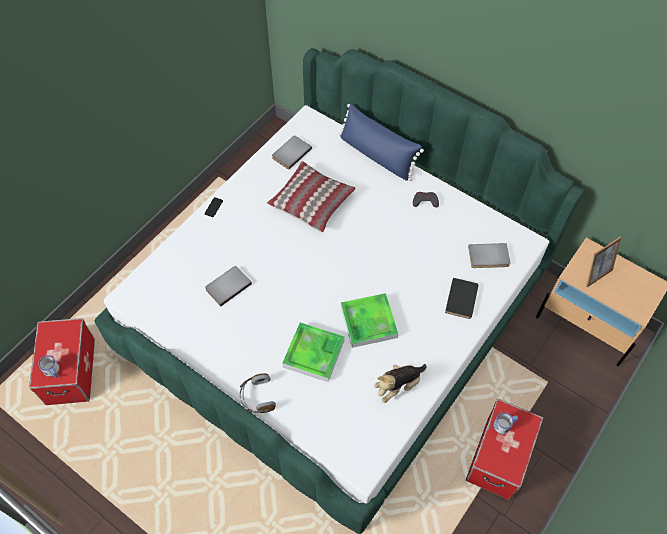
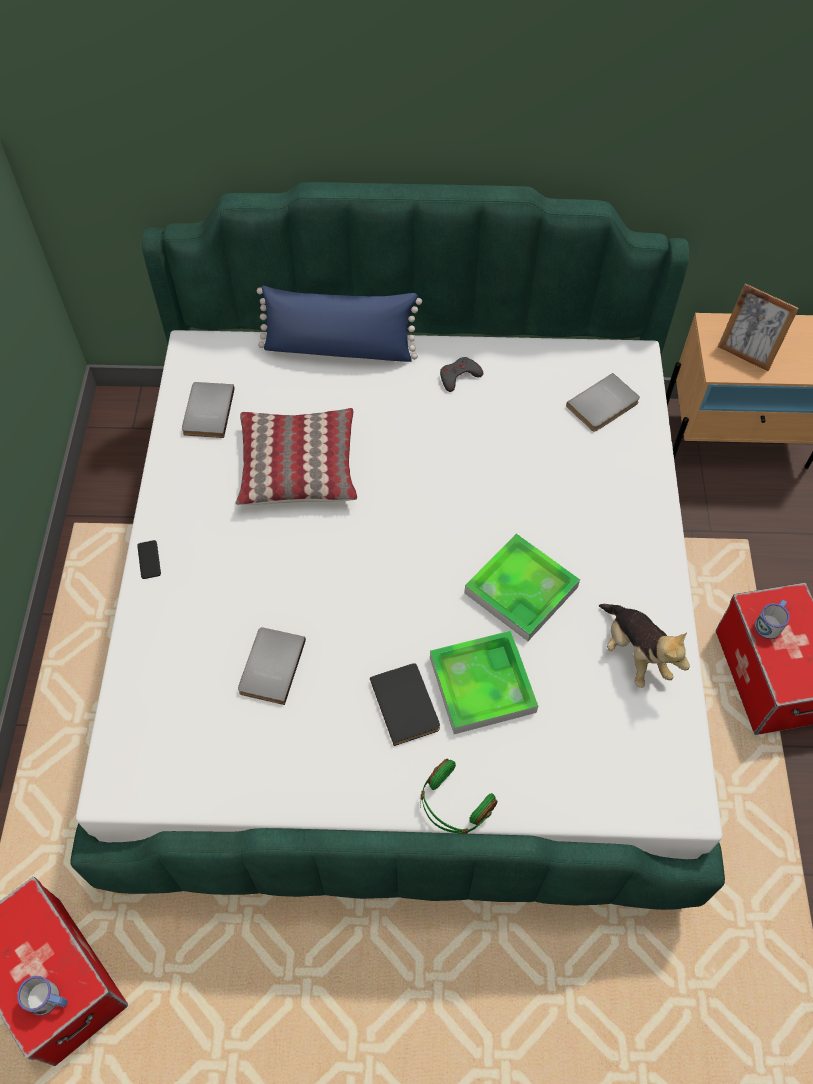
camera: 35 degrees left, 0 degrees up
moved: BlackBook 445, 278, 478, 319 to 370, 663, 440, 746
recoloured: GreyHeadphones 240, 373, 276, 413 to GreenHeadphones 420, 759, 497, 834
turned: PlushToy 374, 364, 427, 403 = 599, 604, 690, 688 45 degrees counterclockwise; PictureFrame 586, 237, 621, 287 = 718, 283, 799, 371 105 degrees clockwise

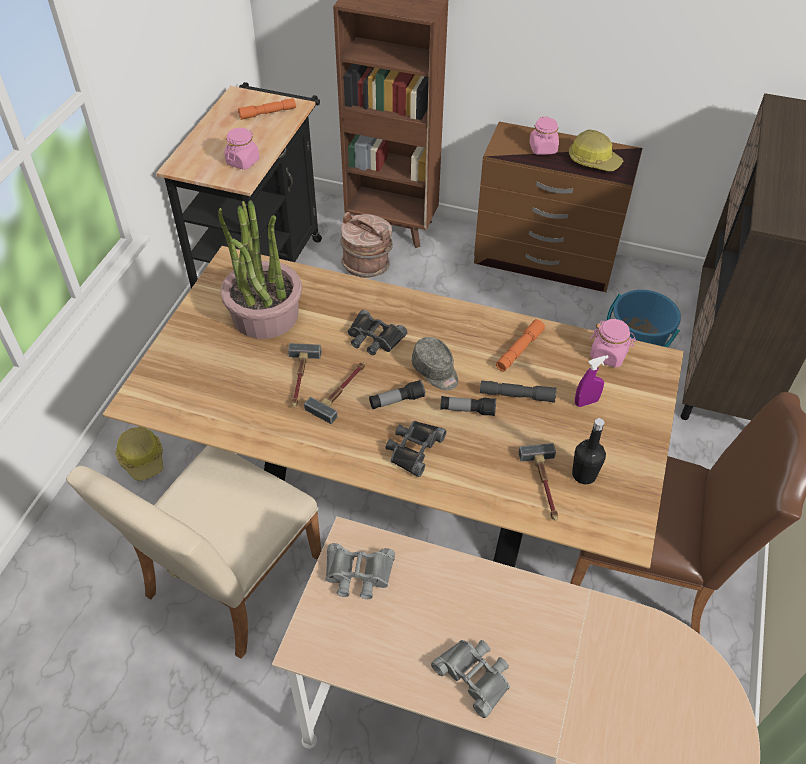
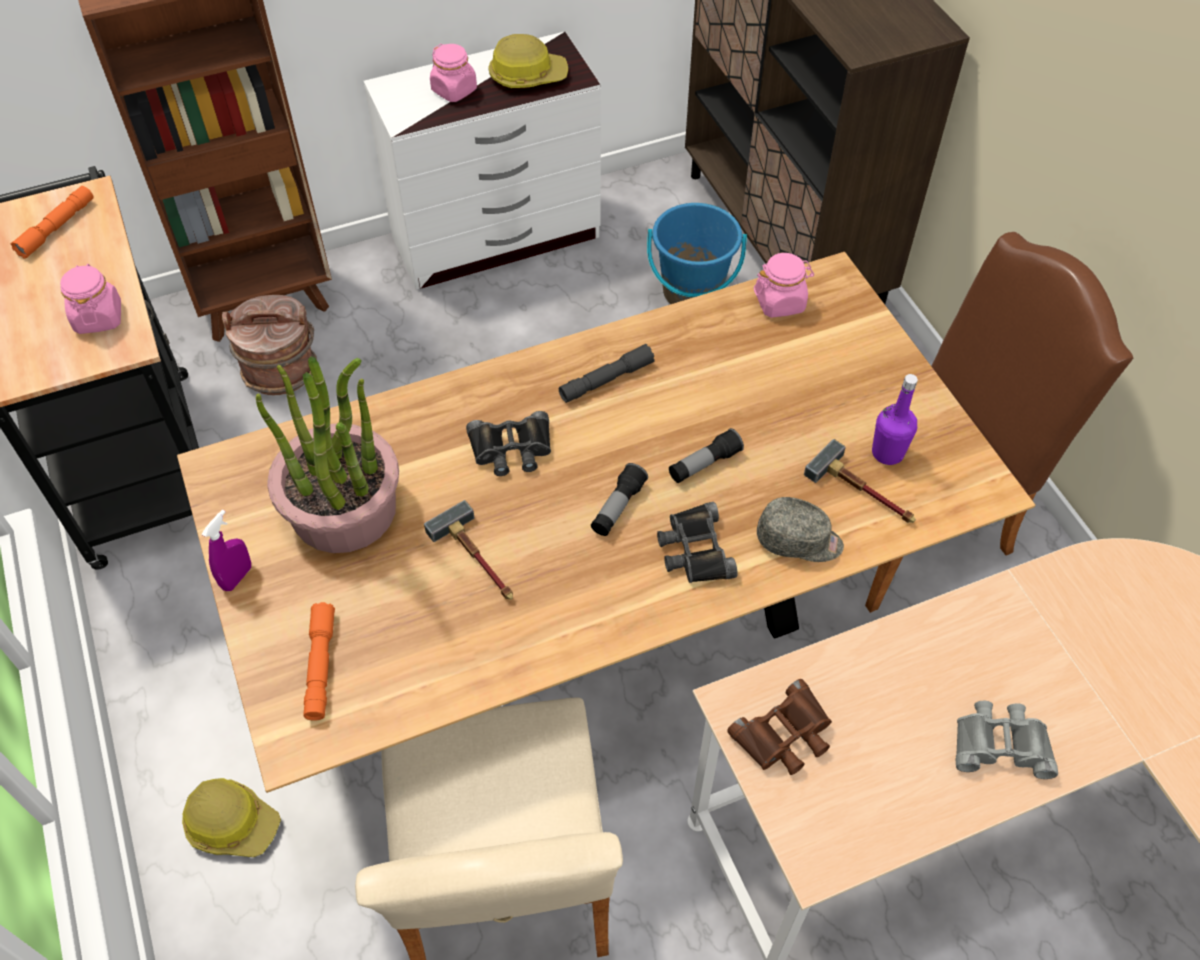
camera: 40 degrees left, 5 degrees up
removed: Hammer 304, 362, 365, 424
moved: GreyCap 412, 337, 458, 390 to 757, 497, 844, 562; GreyFlashlight 480, 381, 557, 403 to 559, 344, 655, 403; OrangeFlashlight 496, 319, 545, 371 to 303, 602, 335, 721; PurpleSprayBottle 575, 355, 609, 407 to 202, 510, 251, 591
recoloured: GreyBinoculars 325, 543, 395, 599 to BrownBinoculars 727, 679, 832, 775; BrownDresser 474, 122, 643, 292 to WhiteDresser 364, 31, 601, 290; BlackBottle 572, 418, 606, 484 to PurpleBottle 872, 374, 918, 465

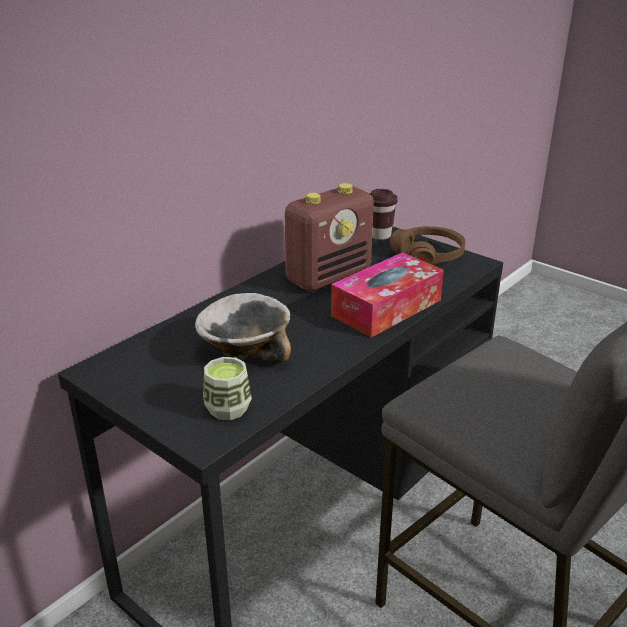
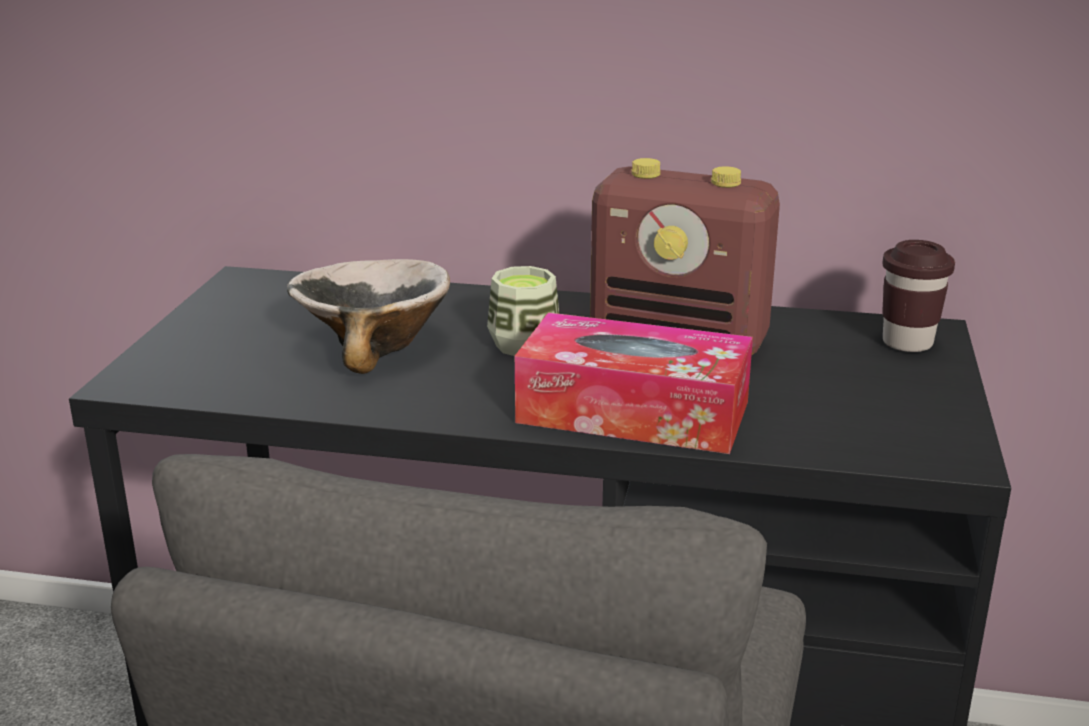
camera: 60 degrees right, 5 degrees down
removed: BrownHeadphones 390, 226, 466, 265
moved: Cup 203, 357, 252, 420 to 487, 266, 560, 356

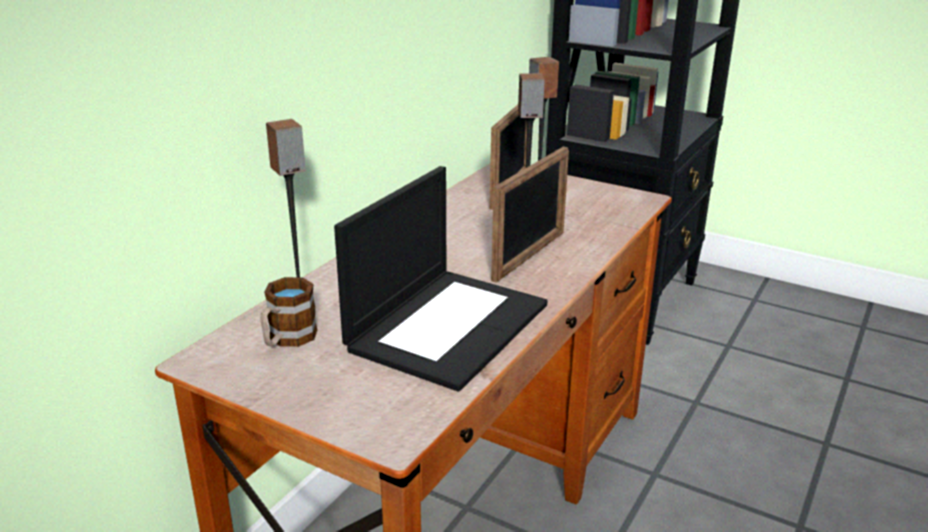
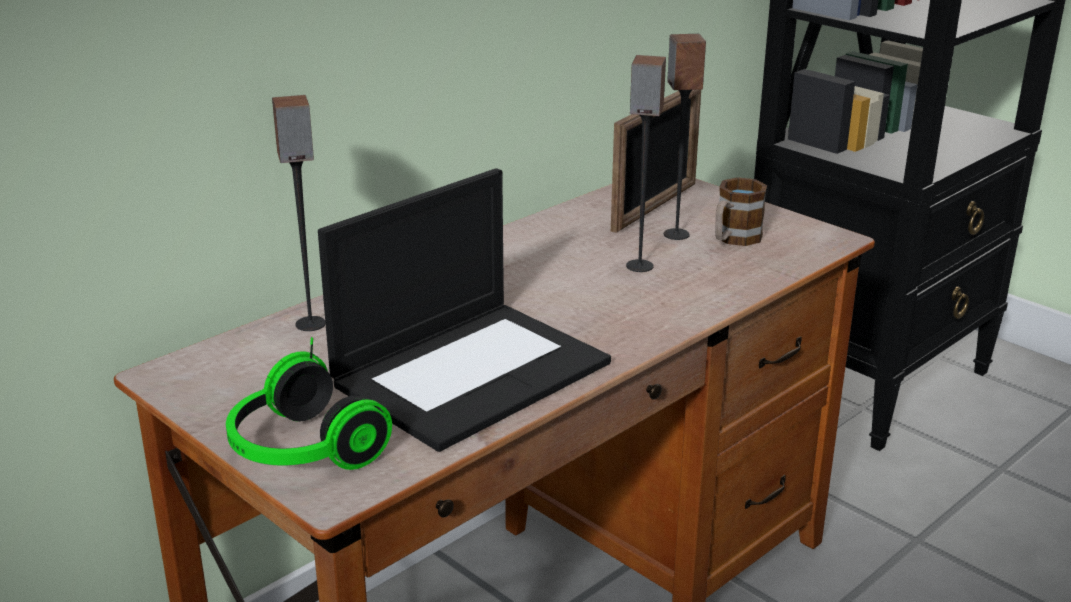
camera: 15 degrees right, 0 degrees up
removed: PictureFrame 491, 147, 569, 283
added: Headphones 226, 337, 392, 470
moved: Mug 260, 277, 317, 347 to 715, 177, 767, 246

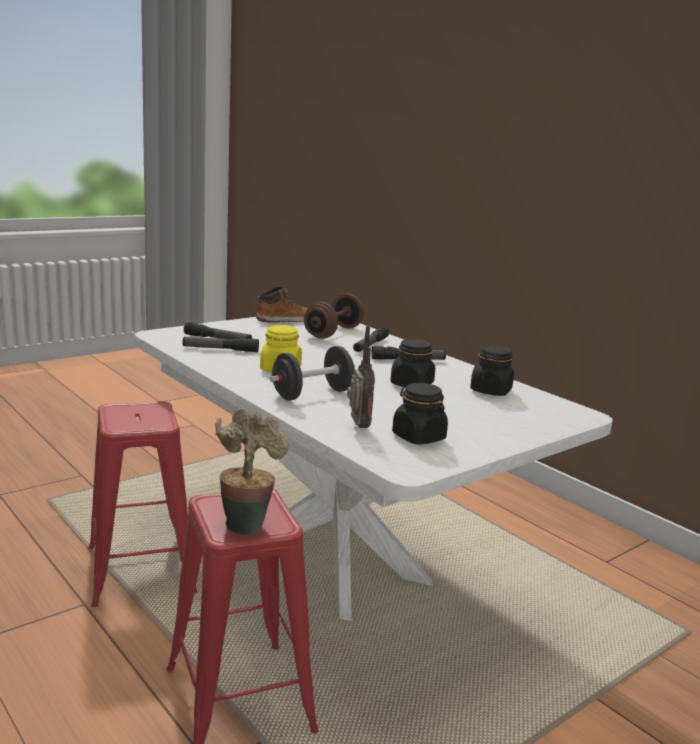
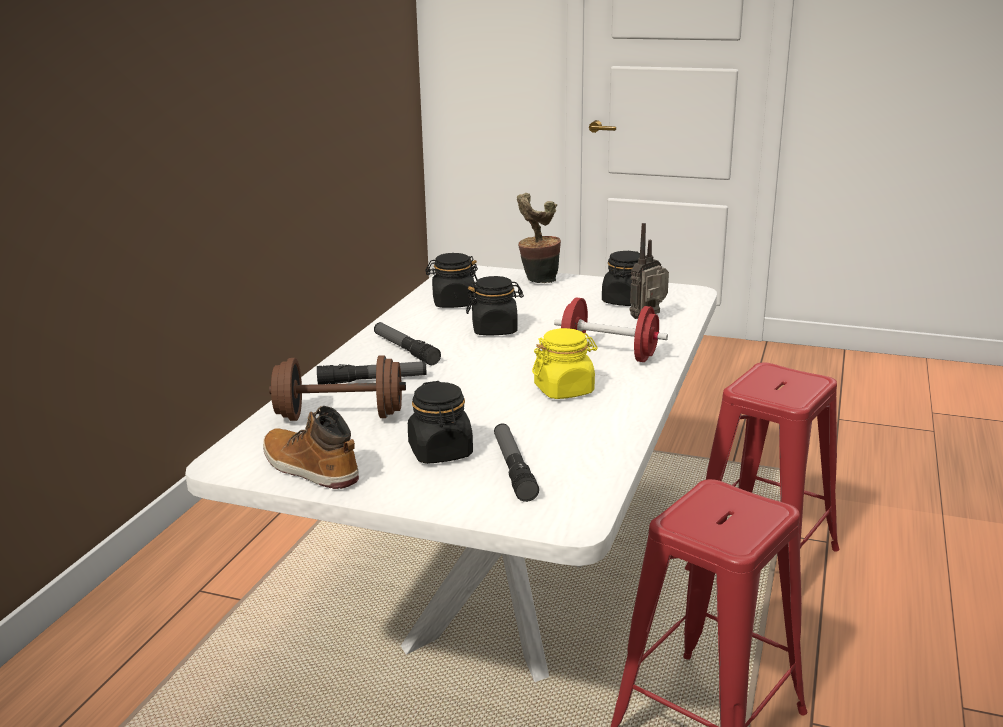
camera: 120 degrees left, 5 degrees up
removed: Flashlight 183, 337, 259, 352
added: BlackJar 408, 381, 473, 464
moved: PottedPlant 215, 409, 289, 535 to 517, 193, 561, 283
recoloured: BlackDumbbell 270, 346, 355, 401 to RedDumbbell 554, 298, 668, 362

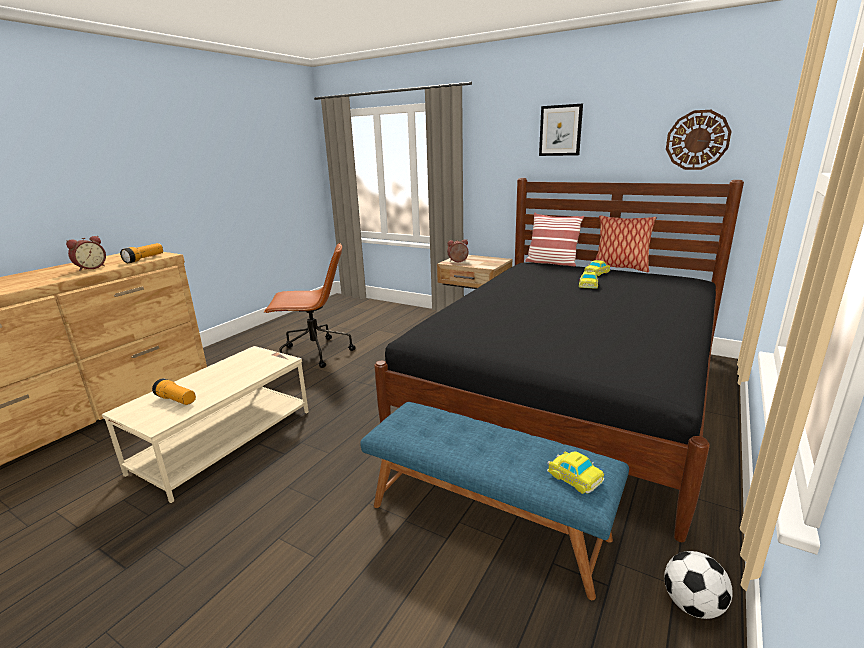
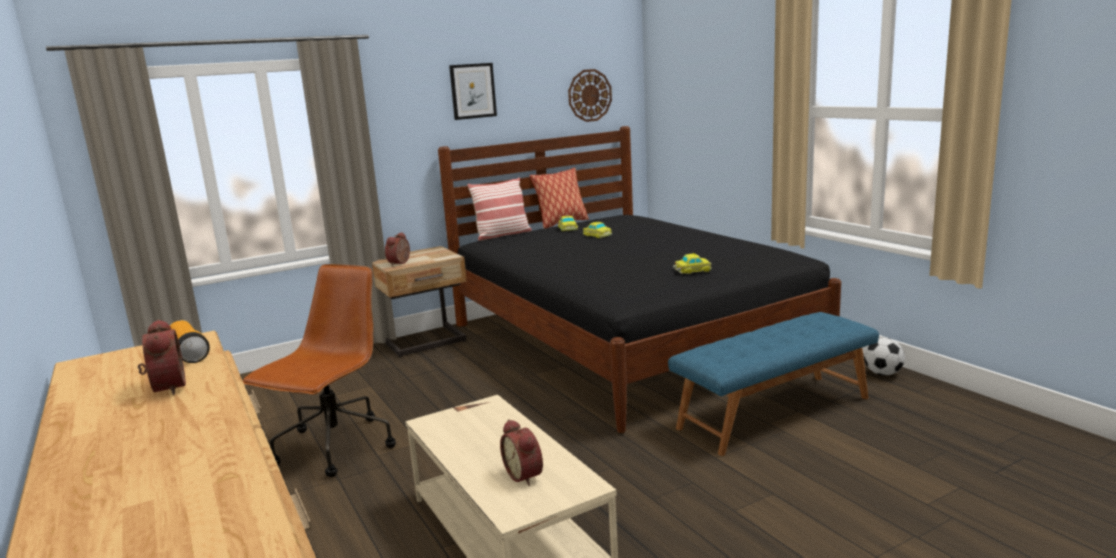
camera: 60 degrees left, 5 degrees down
moved: ToyCar 547, 451, 604, 494 to 673, 253, 712, 274
replaced: Flashlight 152, 379, 196, 405 to AlarmClock 500, 419, 543, 486

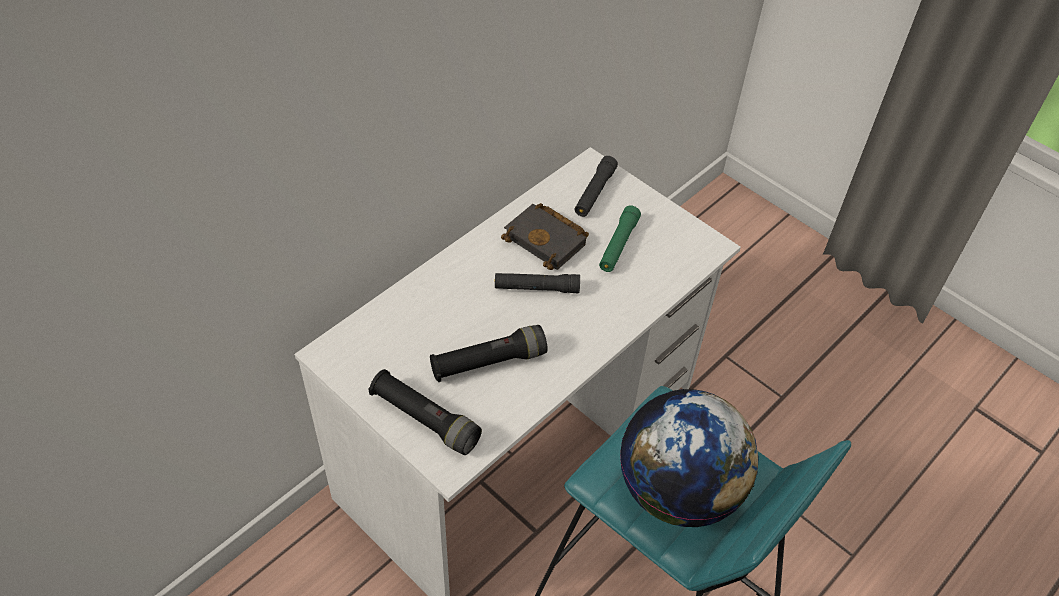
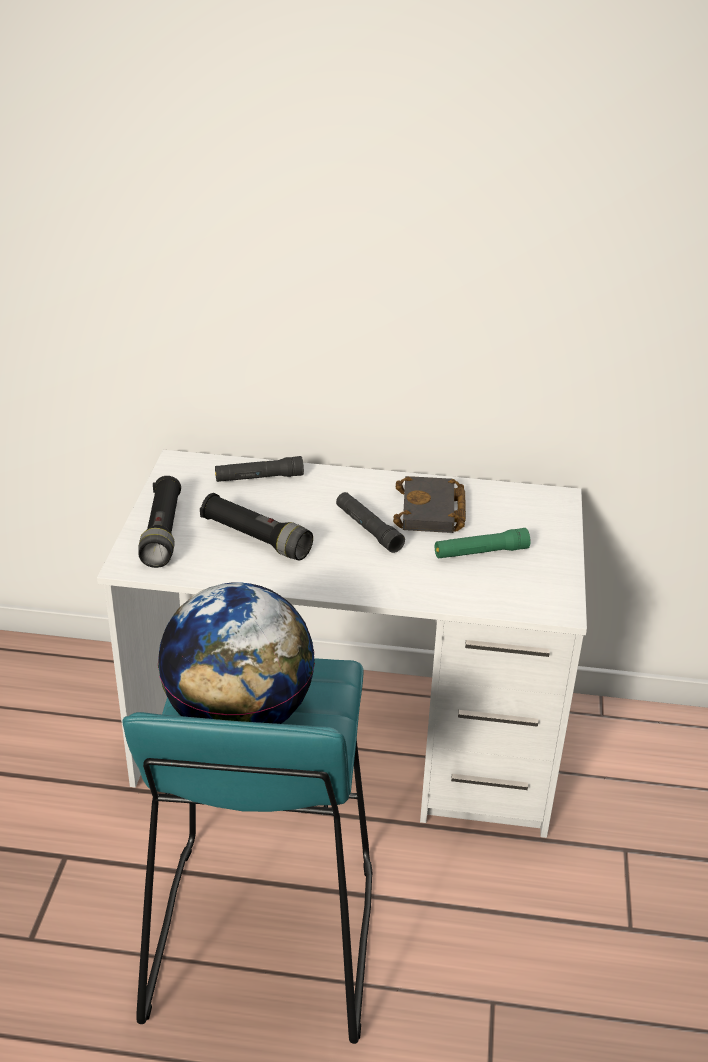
camera: 55 degrees right, 15 degrees down
moved: BlackFlashlight 575, 156, 618, 217 to 215, 456, 304, 482

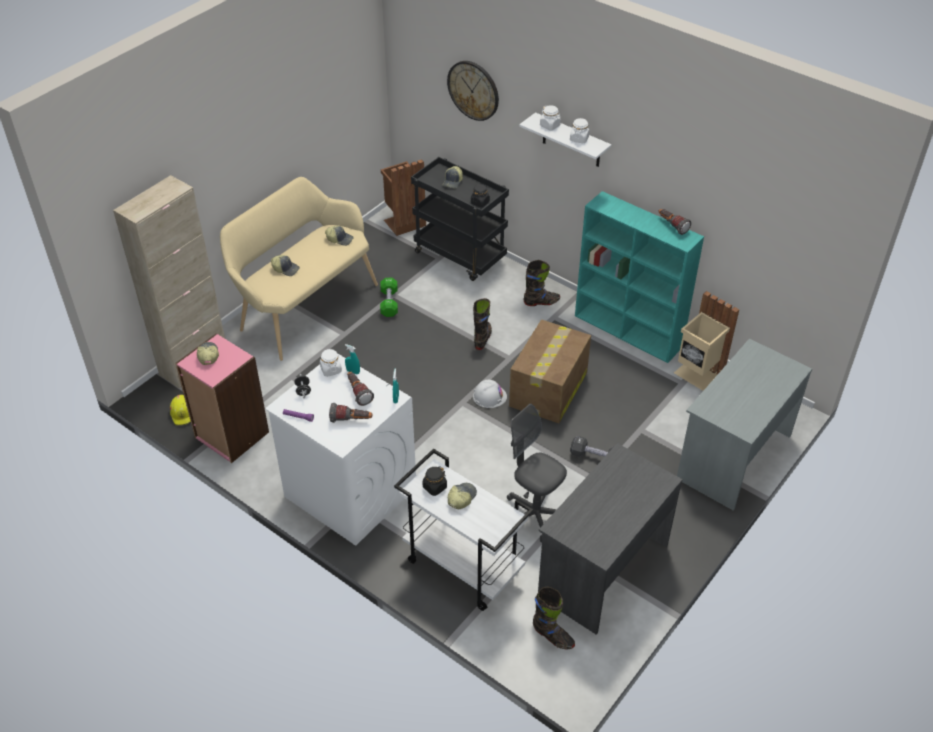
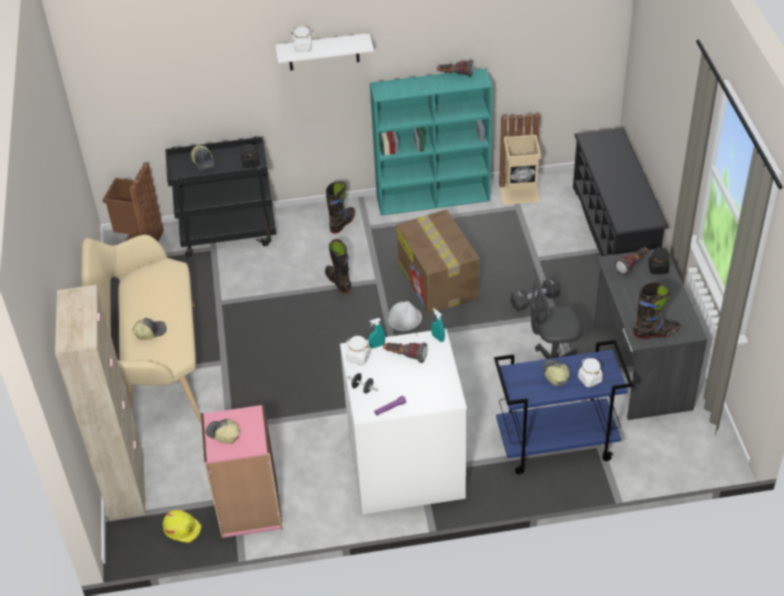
camera: 45 degrees left, 0 degrees up
removed: Cap 325, 226, 354, 246; GreenDumbbell 380, 278, 398, 317; WallClock 447, 61, 499, 121
moved: Flashlight 329, 403, 372, 423 to 614, 247, 648, 275; BlackJar 423, 466, 447, 496 to 649, 247, 669, 274; BlackBoot 533, 587, 575, 649 to 633, 282, 680, 339; WhiteJar 570, 118, 590, 143 to 578, 358, 603, 387
replaced: GreyDesk 677, 339, 812, 511 to BlackShoeRack 573, 128, 669, 256
recoloured: WhiteCart 394, 449, 533, 611 to BlueCart 494, 340, 633, 474

